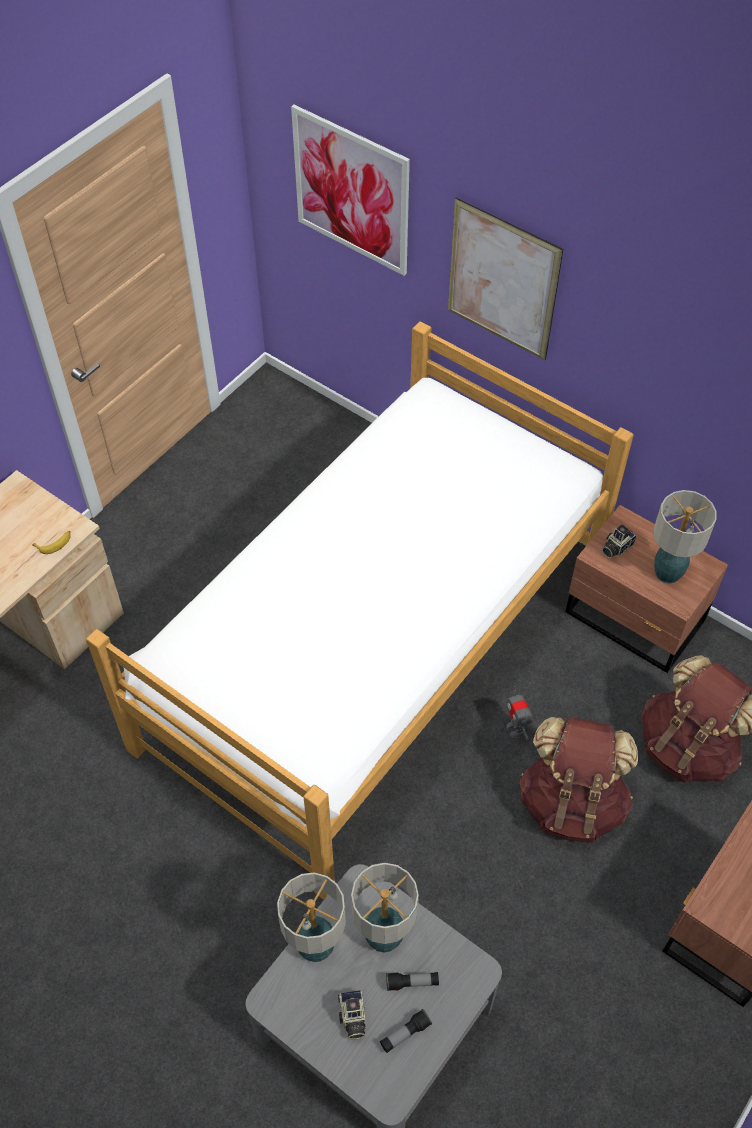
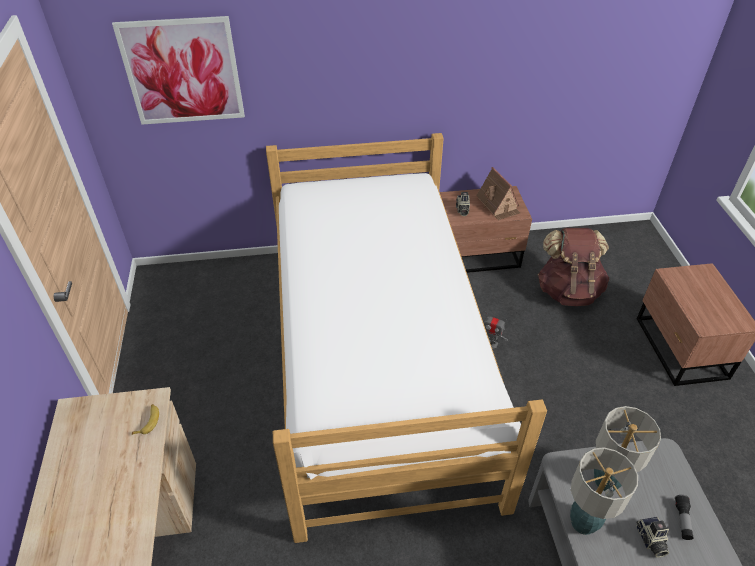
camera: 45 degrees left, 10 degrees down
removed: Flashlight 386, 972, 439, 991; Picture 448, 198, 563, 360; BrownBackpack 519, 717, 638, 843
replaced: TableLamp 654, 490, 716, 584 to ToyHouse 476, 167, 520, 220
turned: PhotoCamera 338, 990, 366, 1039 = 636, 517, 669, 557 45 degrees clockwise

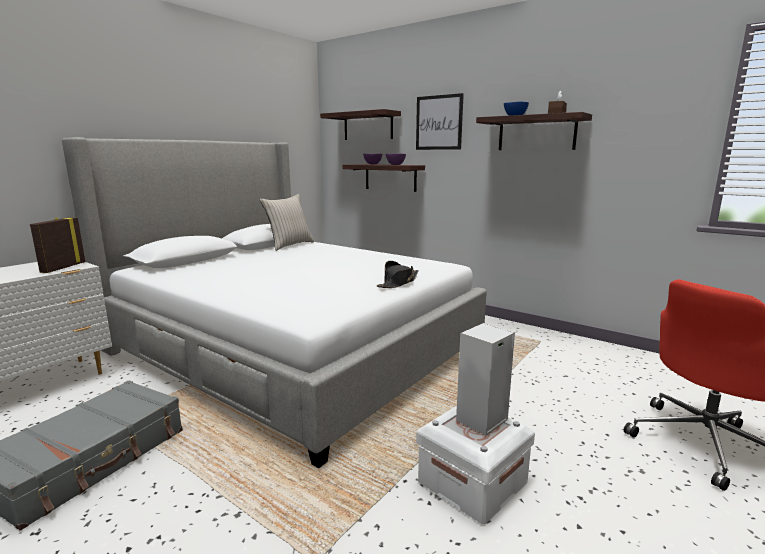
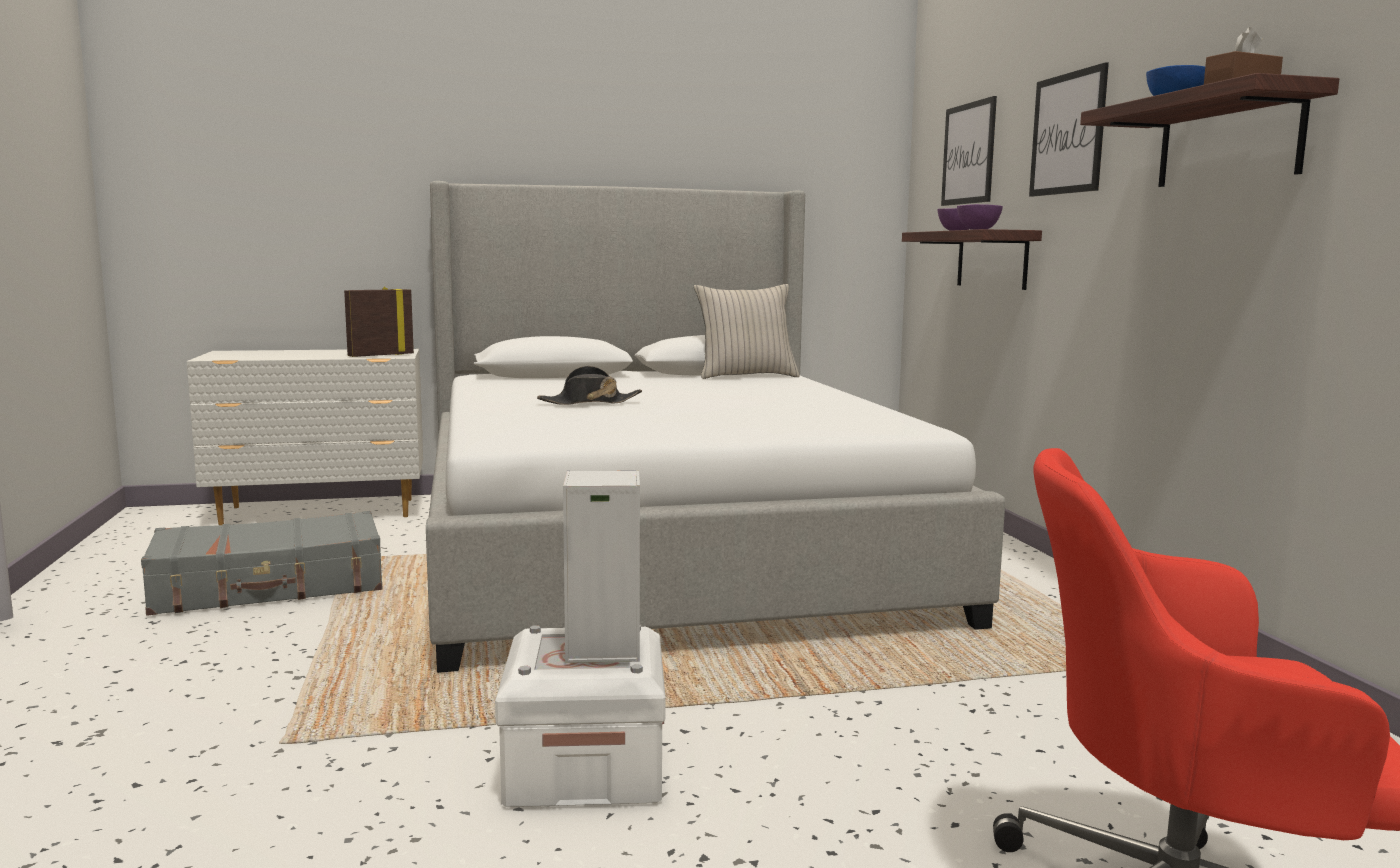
camera: 40 degrees right, 5 degrees down
moved: BlackHat 377, 261, 419, 288 to 537, 366, 642, 405
replaced: Shelf 320, 109, 401, 140 to Picture 941, 96, 997, 206

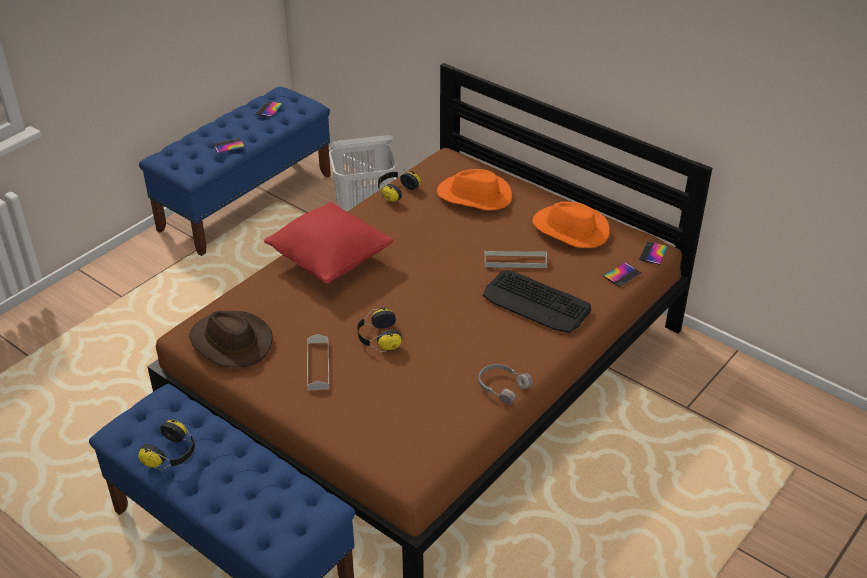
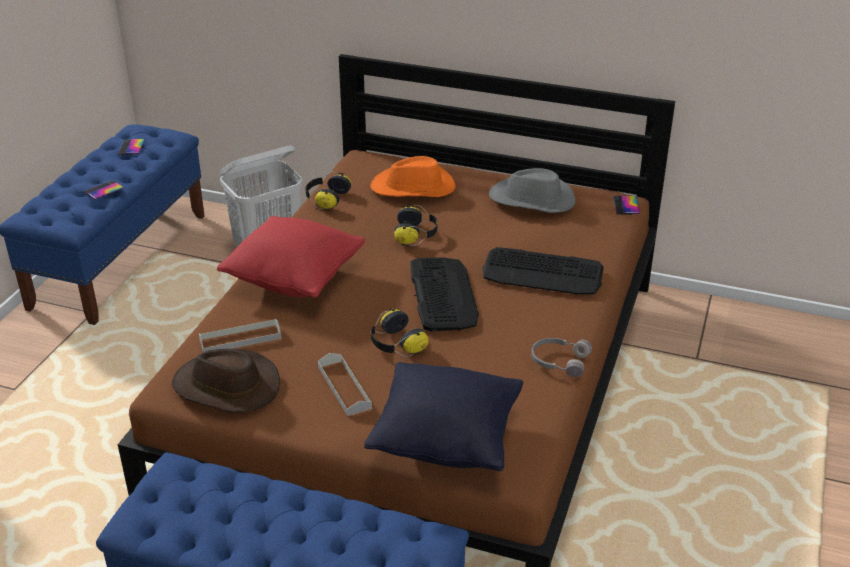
camera: 20 degrees left, 5 degrees down
removed: Phone 603, 262, 641, 287
added: BlackPillow 364, 362, 523, 471; Keyboard 410, 257, 479, 332
moved: Headphones 138, 419, 195, 470 to 394, 205, 438, 246; GreyTray 484, 251, 547, 268 to 199, 318, 281, 352
recoloured: OrangeHat 532, 202, 610, 248 to GreyHat 489, 168, 575, 213

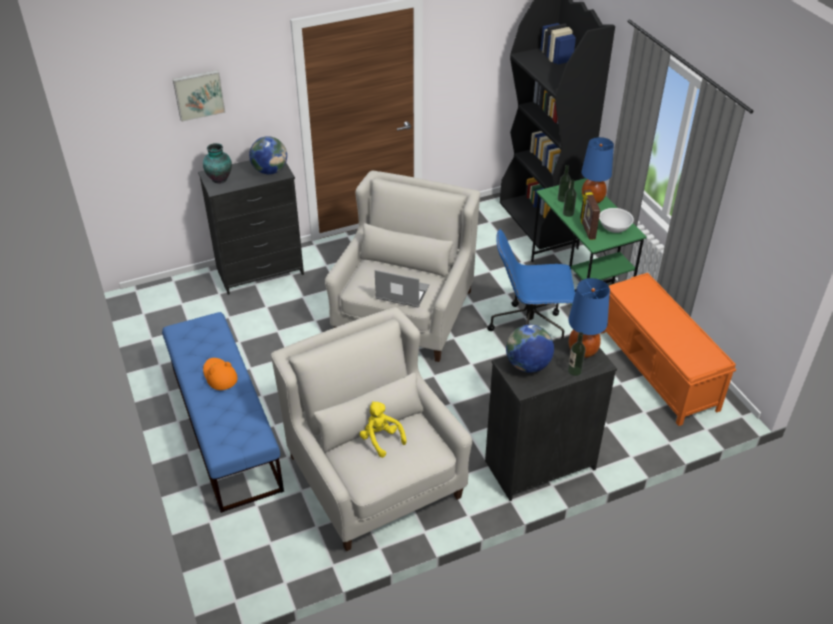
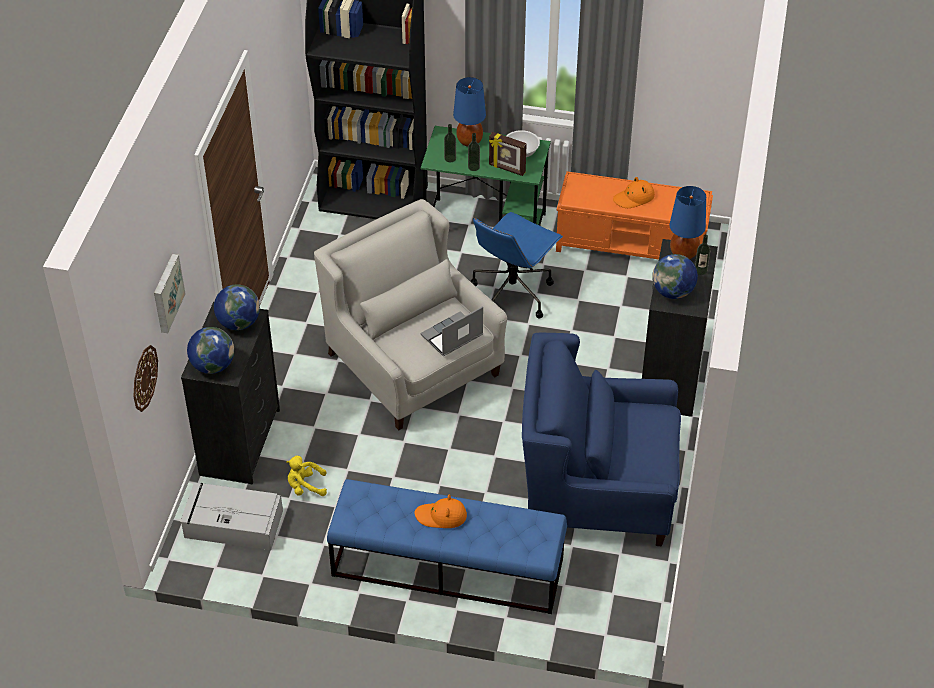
camera: 55 degrees left, 5 degrees up
added: WallClock 133, 345, 158, 412; GreyStorageBox 180, 482, 283, 550; OrangeHat 613, 177, 655, 208
moved: YellowPlushToy 360, 401, 406, 458 to 286, 456, 327, 496
replaced: Vase 203, 143, 232, 184 to Globe 187, 327, 234, 374
recoloured: WhiteArmchair 271, 307, 472, 551 to BlueArmchair 522, 333, 681, 546

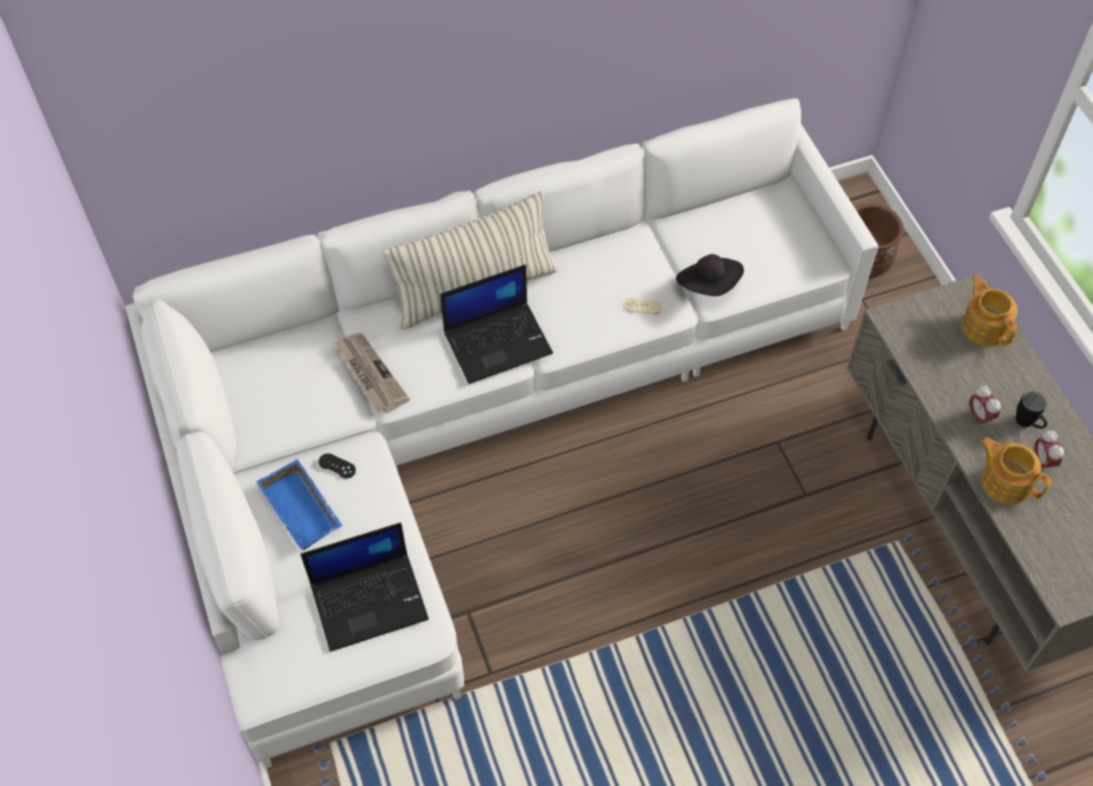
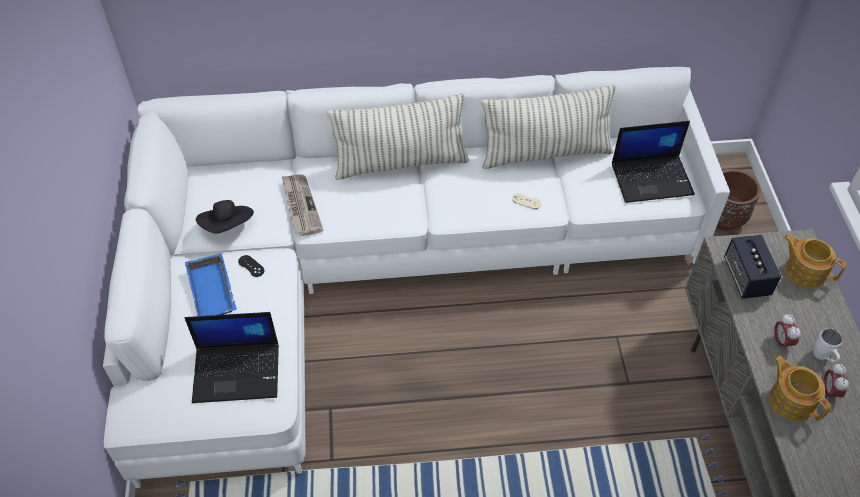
camera: 15 degrees right, 5 degrees down
added: Pillow 482, 85, 616, 169; Speaker 724, 235, 781, 299
moved: Laptop 440, 264, 553, 384 to 612, 121, 695, 203; BlackHat 676, 254, 744, 296 to 196, 200, 254, 234
recoloured: BlackMug 1016, 391, 1047, 429 to WhiteMug 813, 328, 843, 363
turned: Teapot 961, 276, 1017, 346 = 784, 235, 847, 288 45 degrees counterclockwise

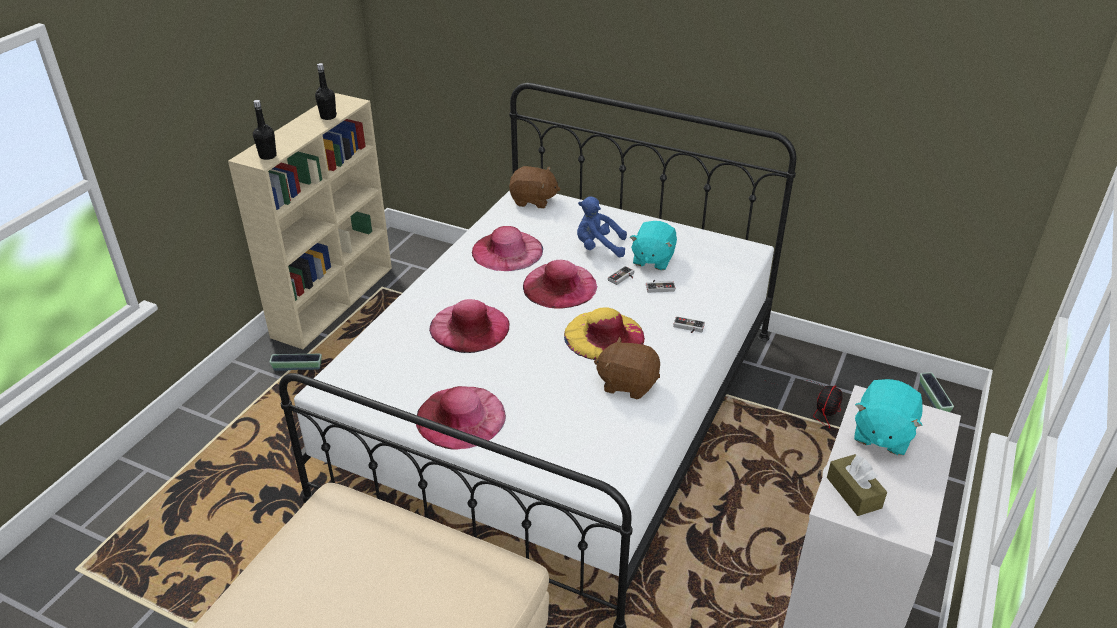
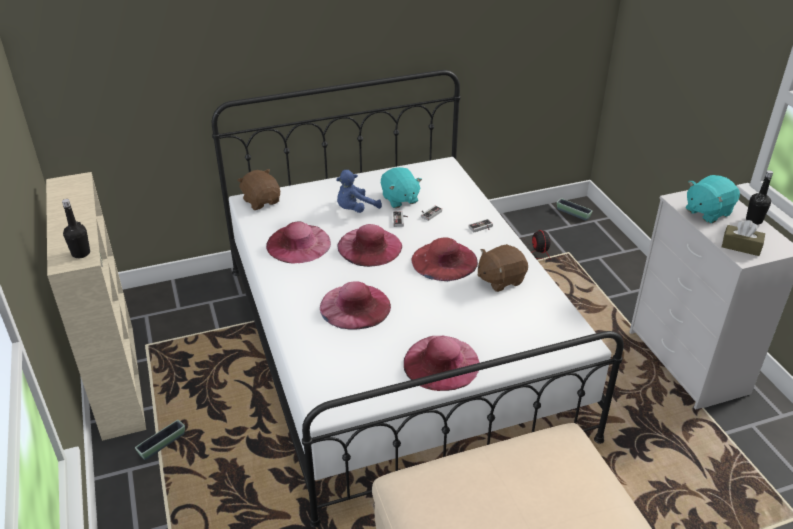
camera: 45 degrees left, 0 degrees up
moved: BlackBottle 315, 63, 337, 120 to 746, 170, 773, 225
recoloured: YellowHat 564, 307, 645, 360 to RedHat 411, 237, 478, 281
turned: BrownPlushToy 509, 166, 561, 208 = 237, 169, 280, 210 90 degrees counterclockwise; TurquoisePlushToy 854, 379, 923, 455 = 685, 175, 740, 224 75 degrees clockwise

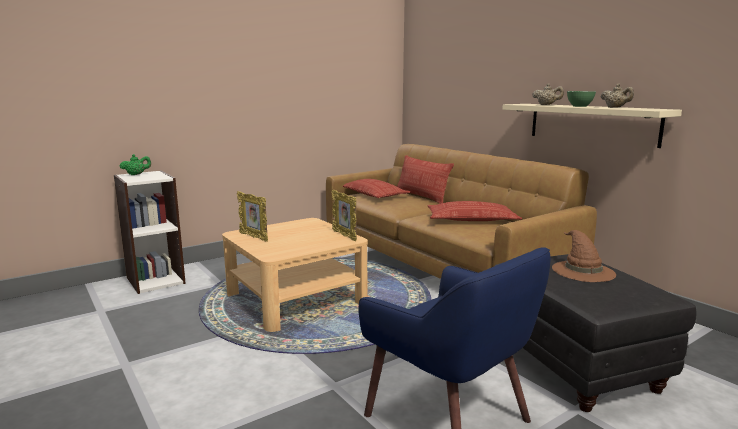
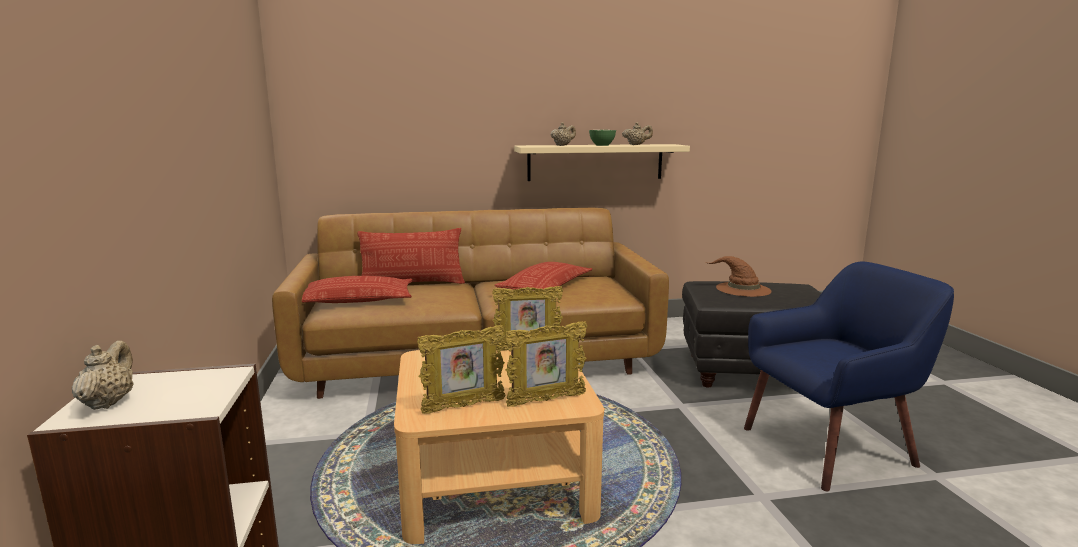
camera: 65 degrees left, 0 degrees up
added: PictureFrame 505, 321, 587, 407
recoloured: GreenTeapot 119, 154, 151, 175 to BeigeTeapot 72, 340, 134, 410

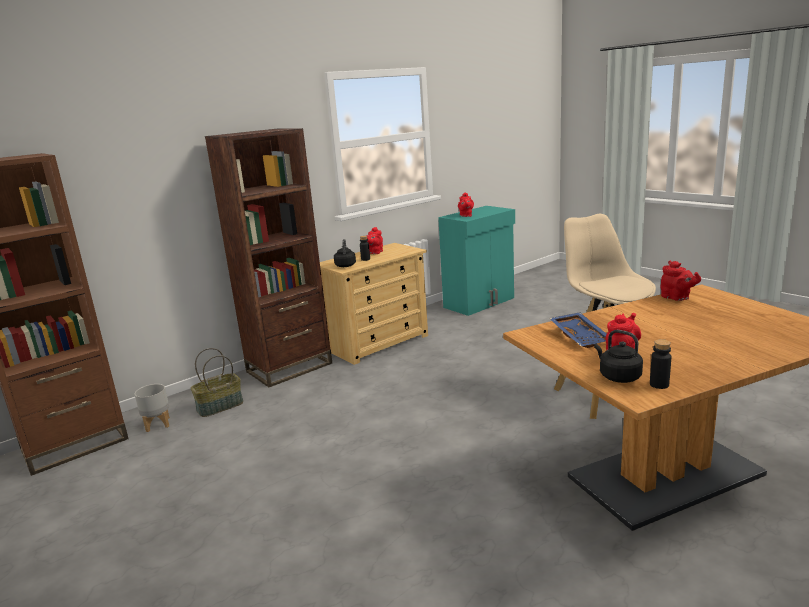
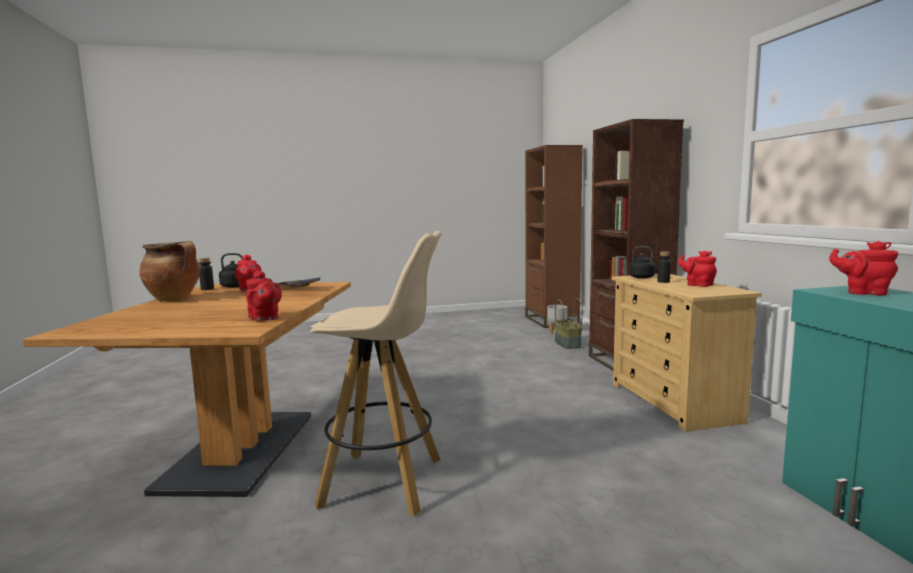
camera: 115 degrees right, 10 degrees down
added: CookingPot 139, 241, 200, 302
turned: RedTeapot 661, 261, 701, 301 = 246, 271, 282, 321 120 degrees counterclockwise

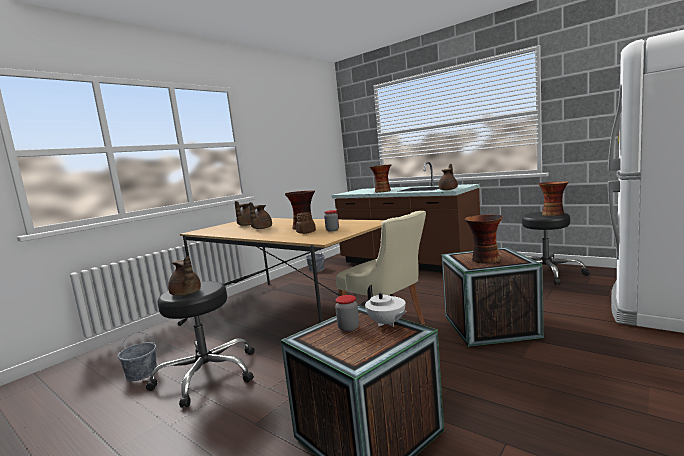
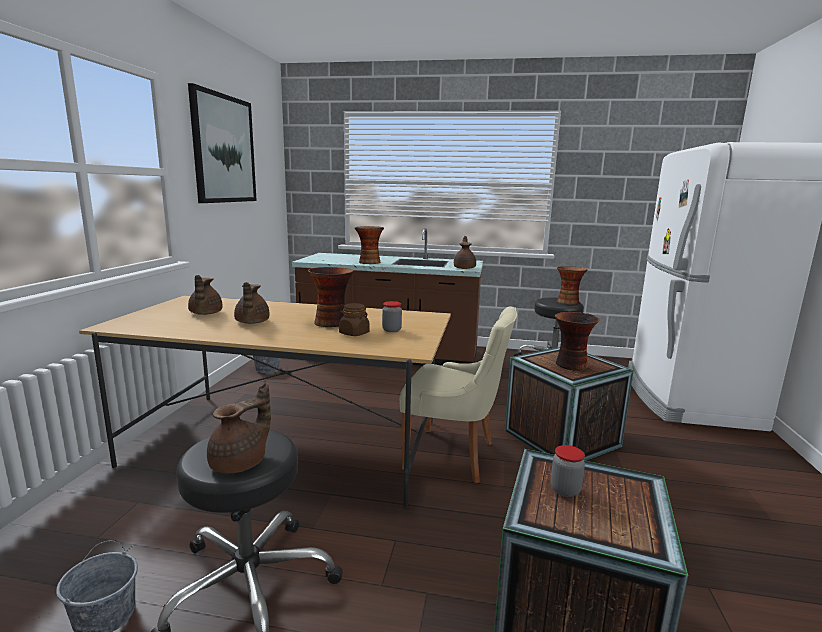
camera: 30 degrees left, 5 degrees up
removed: WhiteTeapot 365, 285, 407, 327
added: Picture 188, 83, 257, 203
turned: BrownTeapot 168, 256, 201, 296 = 207, 383, 271, 473 75 degrees counterclockwise

